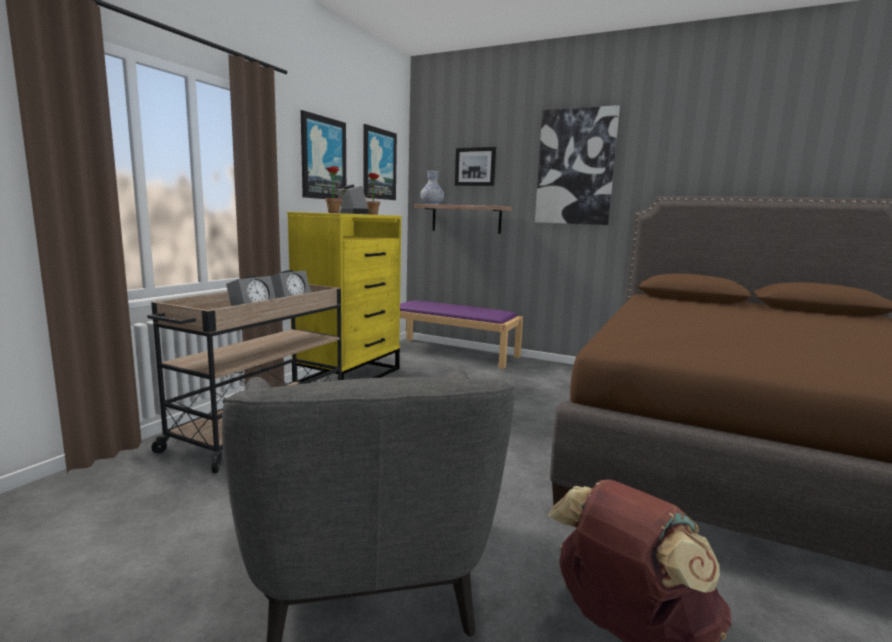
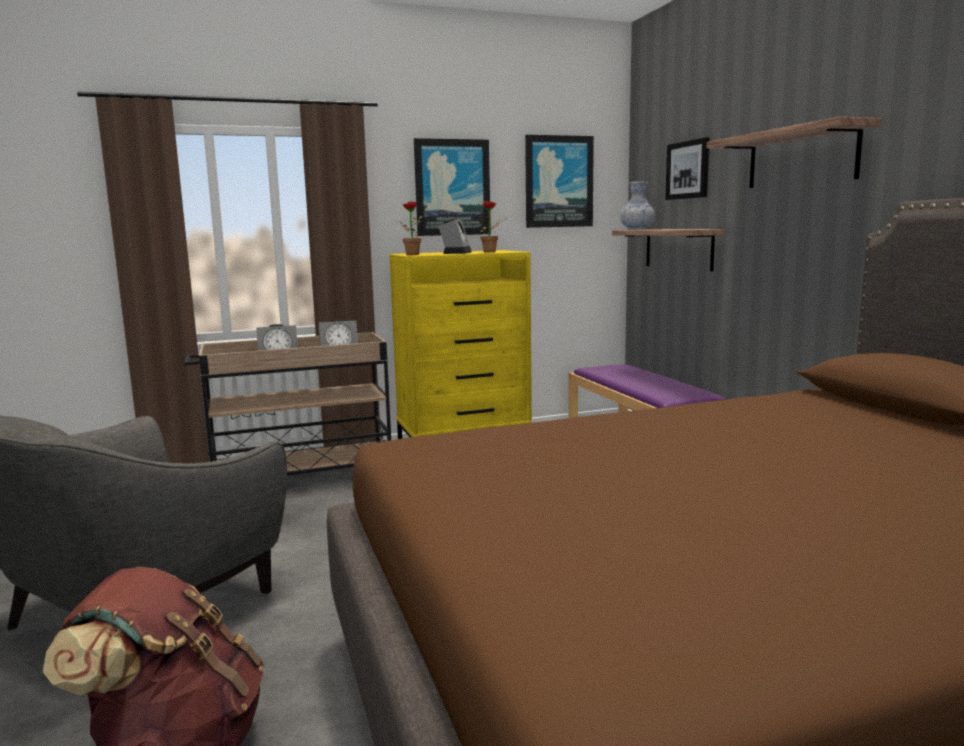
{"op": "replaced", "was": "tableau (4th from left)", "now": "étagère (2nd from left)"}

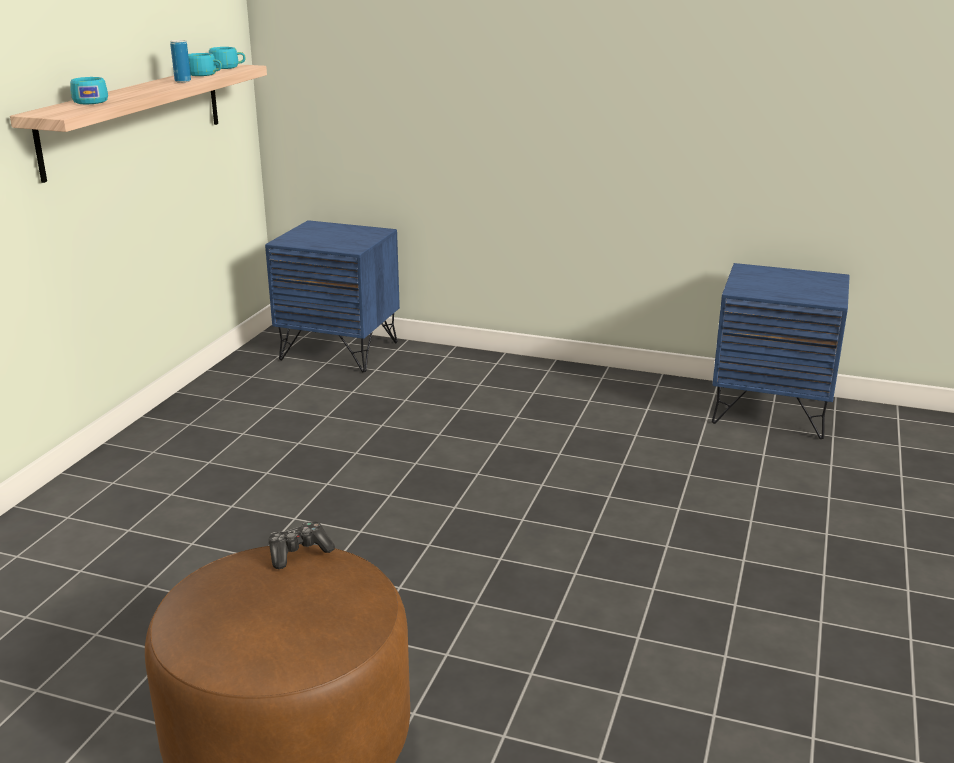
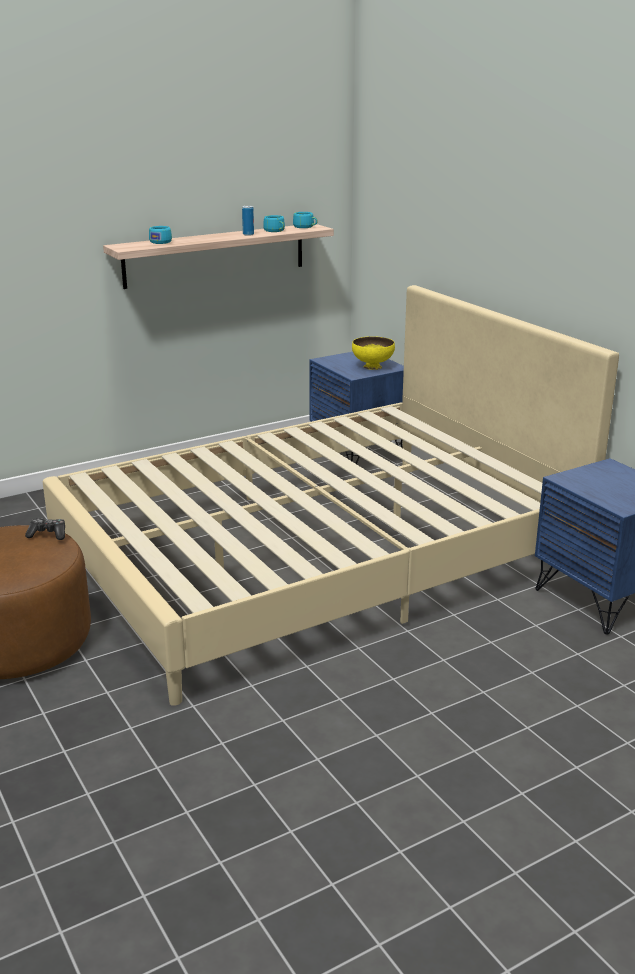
{"op": "added", "now": "lit/beige"}
{"op": "added", "now": "bol/jaune"}

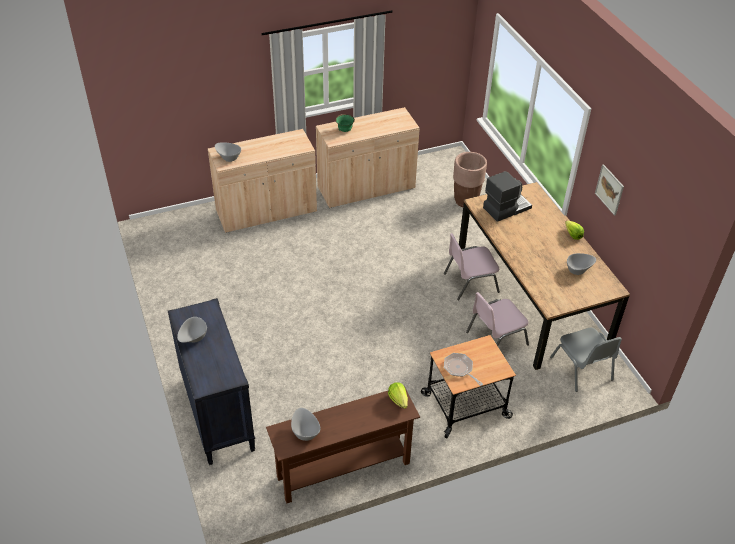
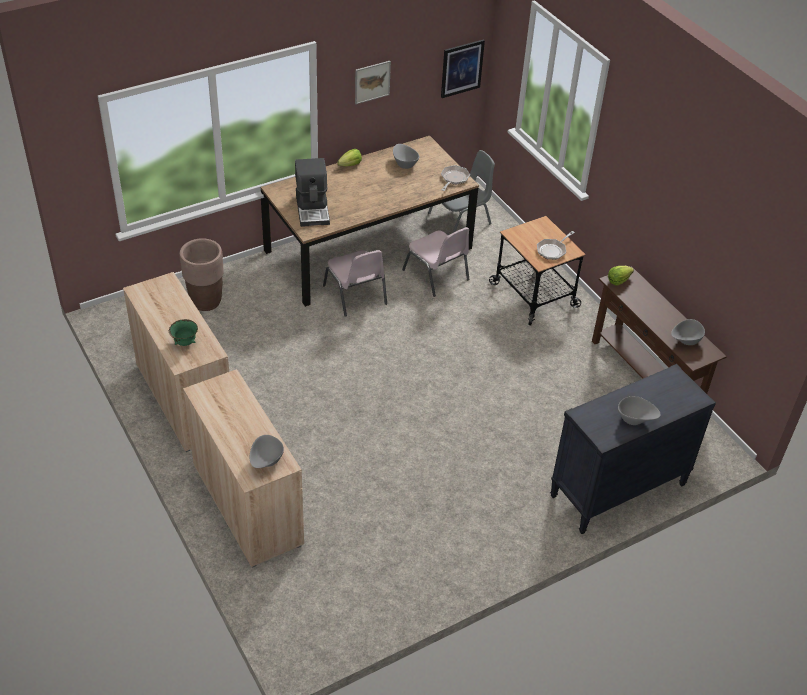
{"op": "turned", "was": "machine à café", "clockwise": -150}
{"op": "added", "now": "tableau (2nd from left)"}
{"op": "added", "now": "poêle (1st from left)"}

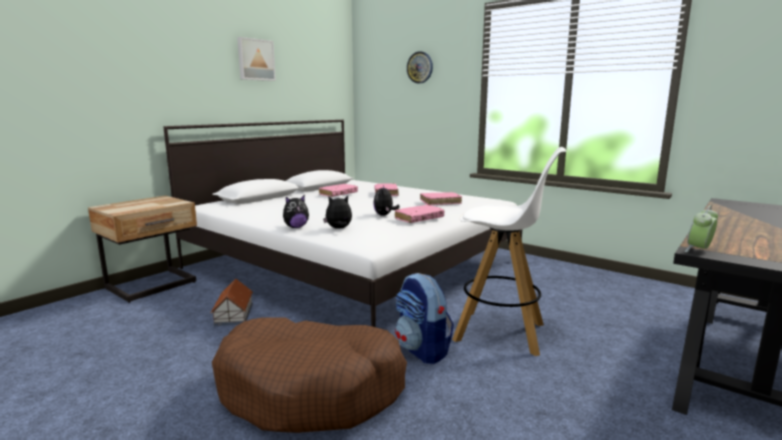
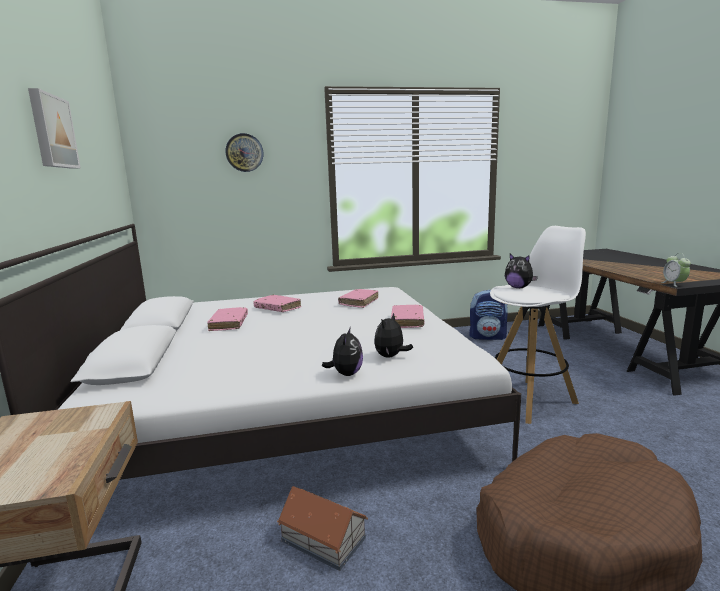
{"op": "moved", "was": "peluche (3rd from left)"}
{"op": "moved", "was": "sac à dos"}

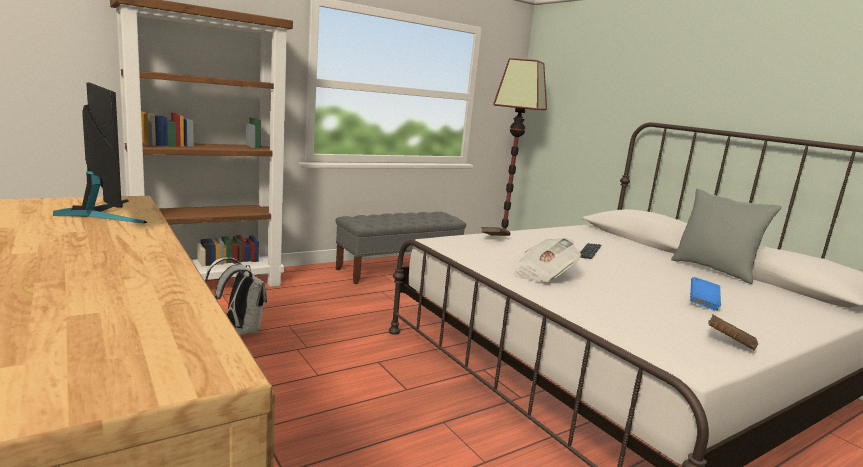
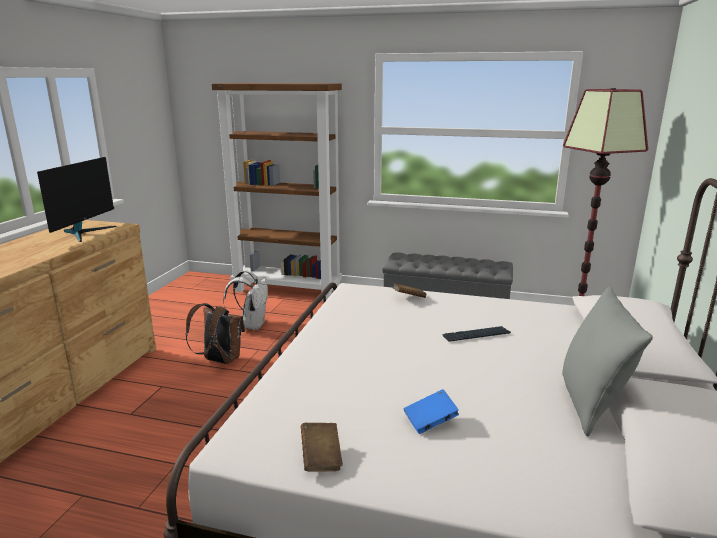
{"op": "removed", "was": "journal"}
{"op": "added", "now": "sac à dos/marron"}

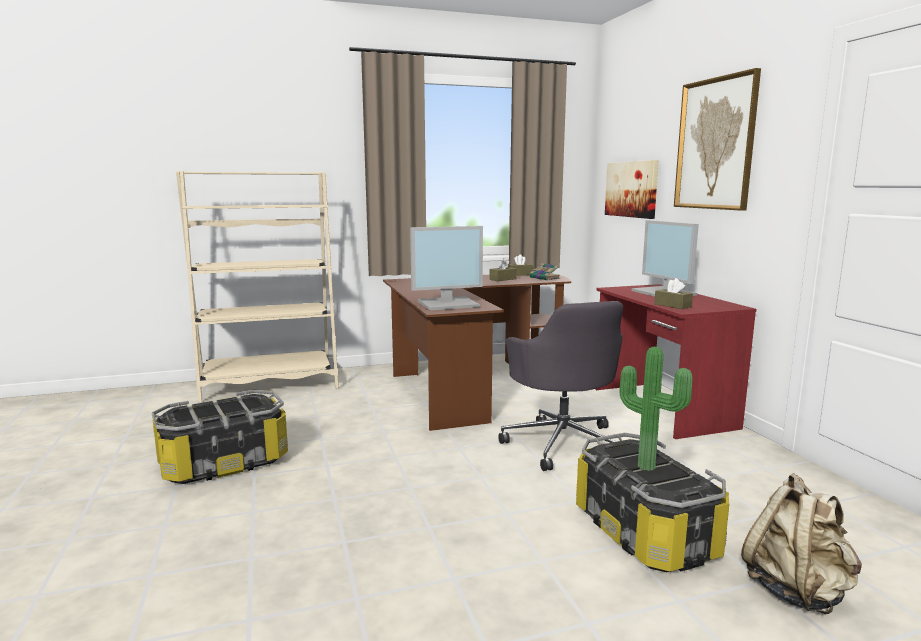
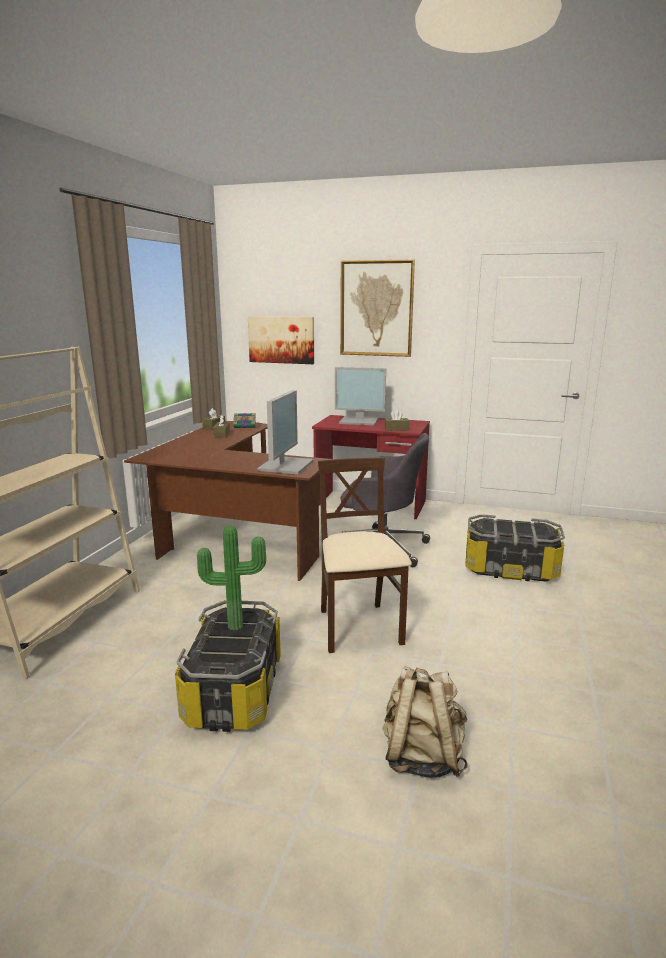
{"op": "moved", "was": "plante en pot"}
{"op": "moved", "was": "sac à dos/beige"}
{"op": "added", "now": "chaise/beige"}

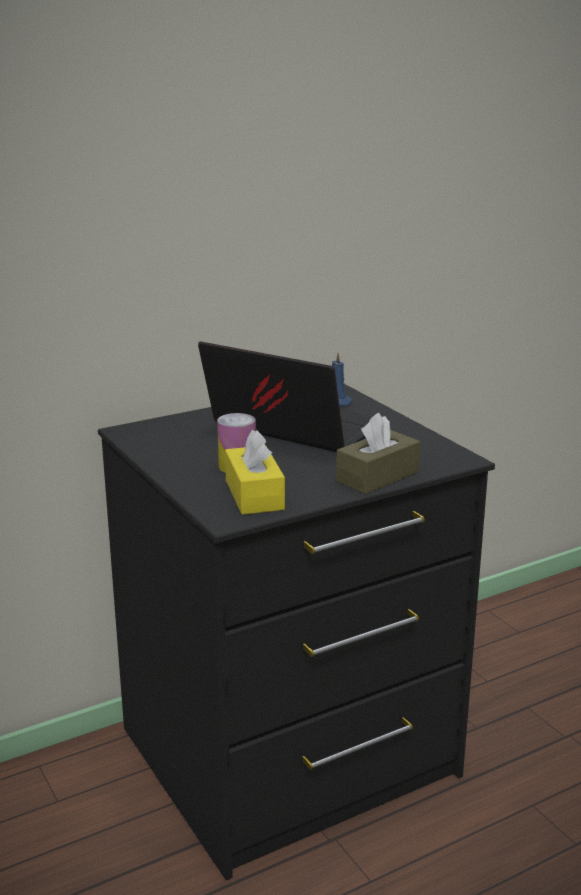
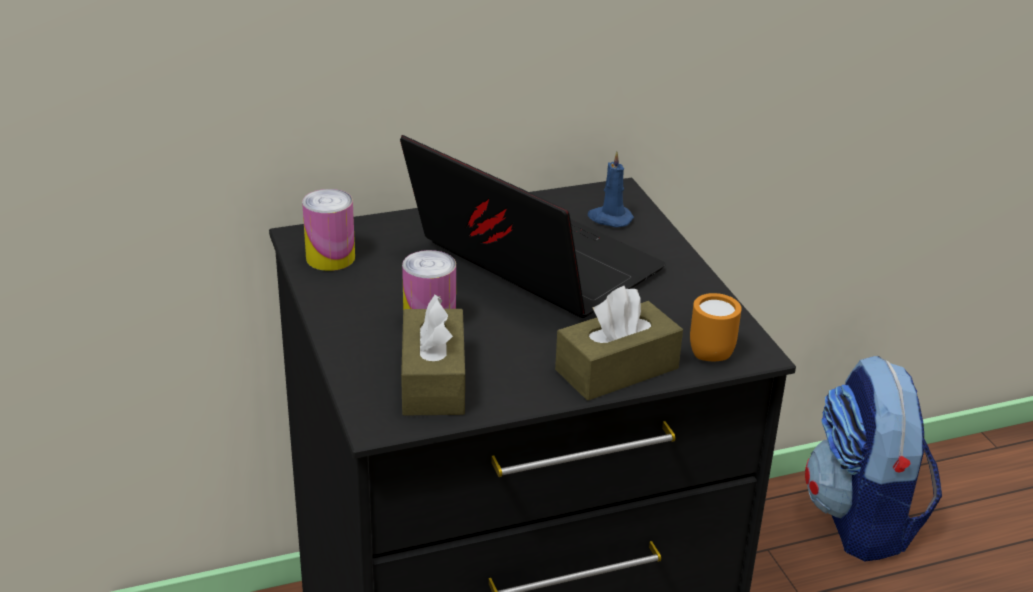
{"op": "recoloured", "was": "boîte à mouchoirs/jaune", "now": "boîte à mouchoirs/marron (1st from left)"}
{"op": "added", "now": "boîte métallique (1st from left)"}
{"op": "added", "now": "mug/orange"}
{"op": "added", "now": "sac à dos"}

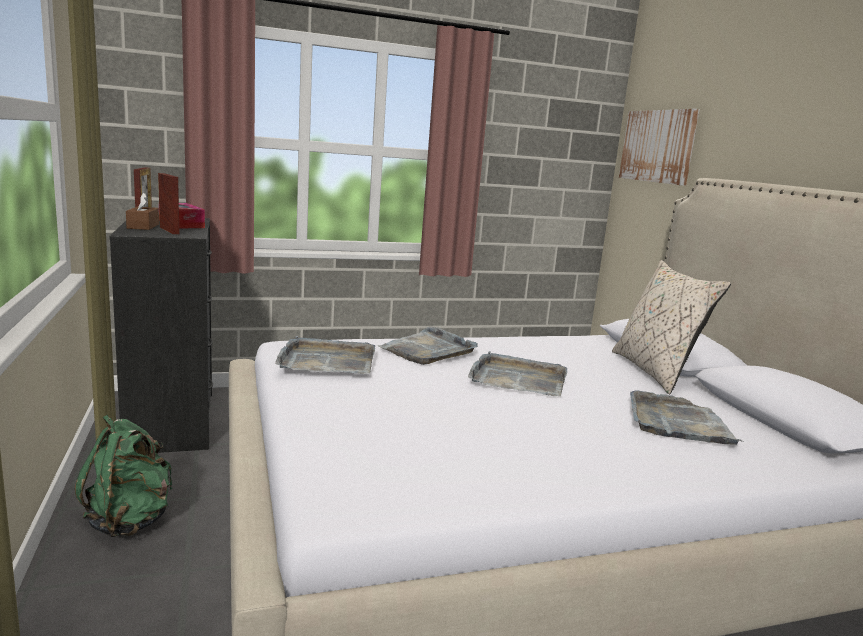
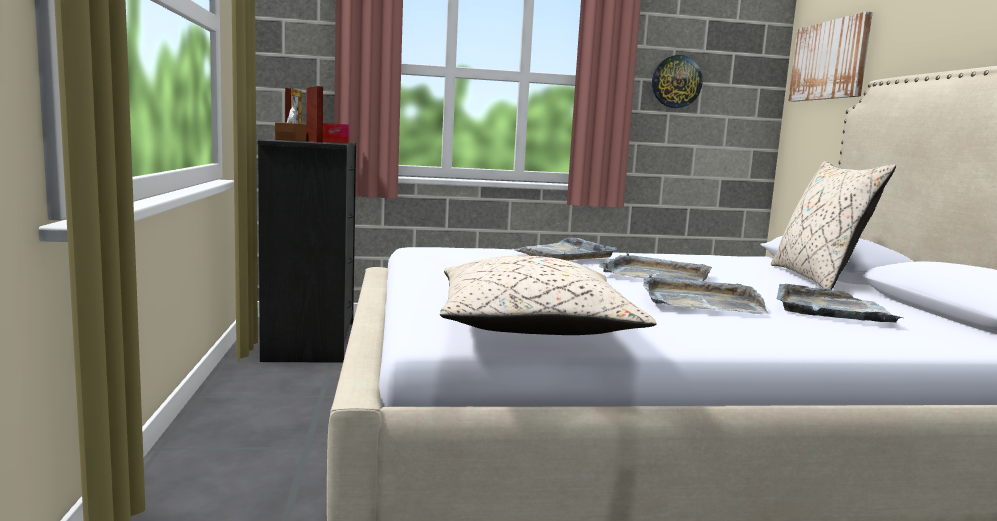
{"op": "moved", "was": "plateau/gris (1st from left in the first image)", "now": "plateau/gris (3rd from left)"}
{"op": "removed", "was": "sac à dos/vert"}
{"op": "added", "now": "horloge murale"}
{"op": "added", "now": "coussin/beige (1st from left)"}

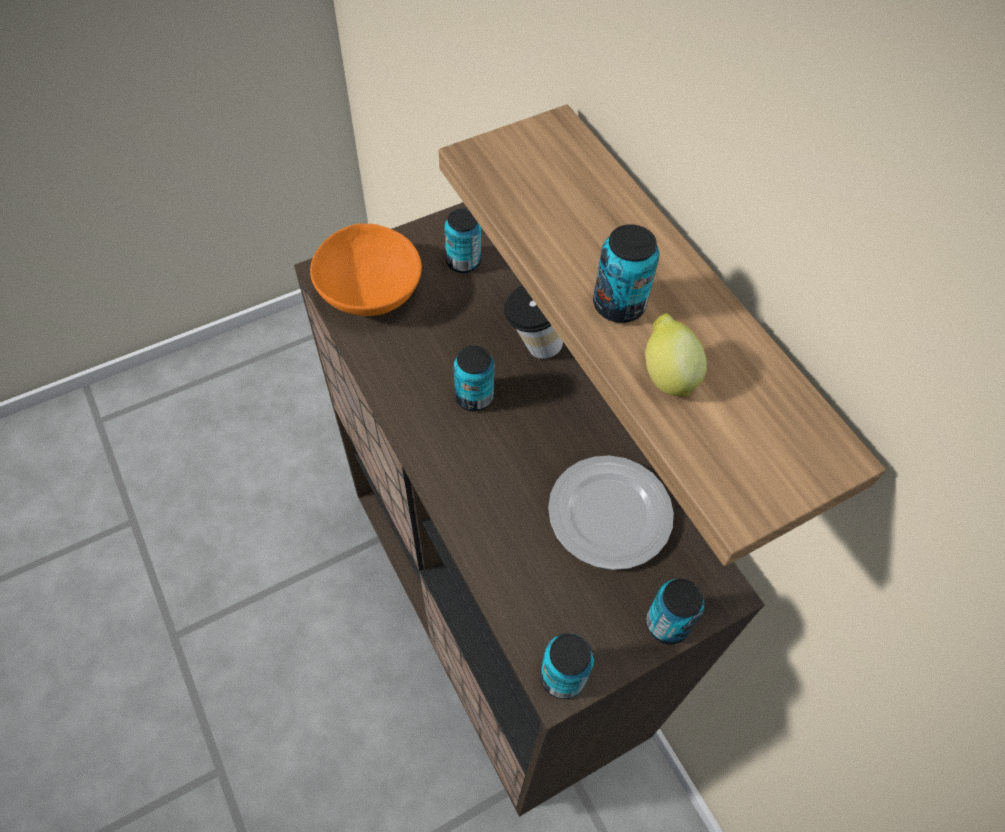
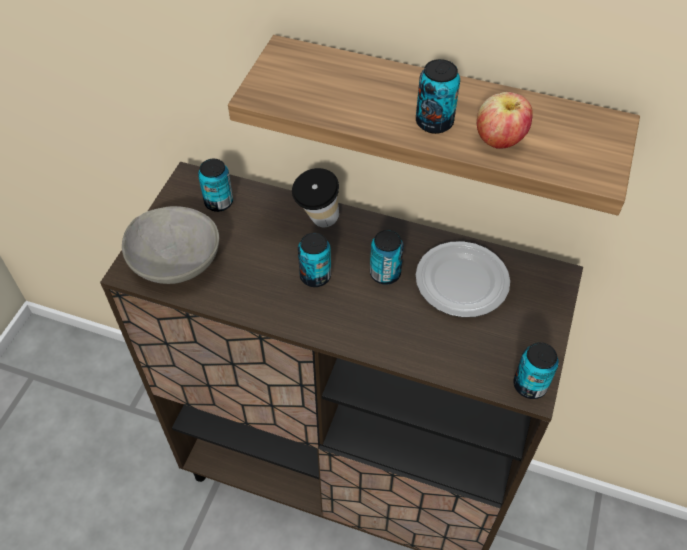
{"op": "recoloured", "was": "bol/orange", "now": "bol/gris"}
{"op": "replaced", "was": "citron", "now": "pomme"}
{"op": "moved", "was": "boîte métallique (5th from left in the first image)", "now": "boîte métallique (3rd from left)"}

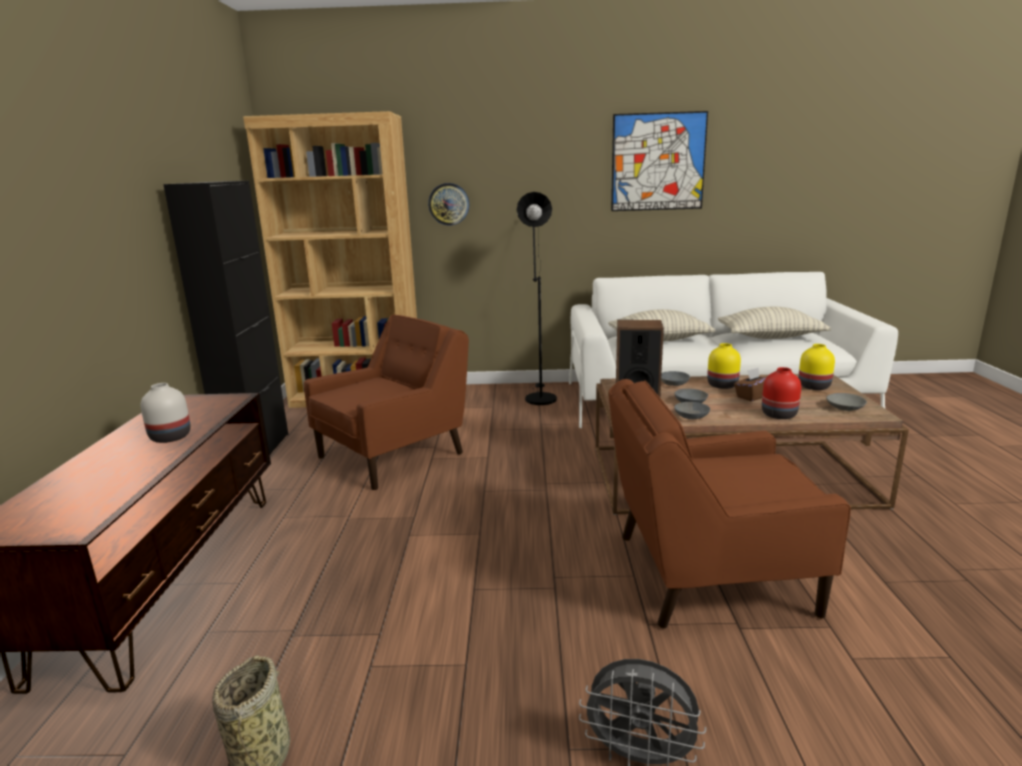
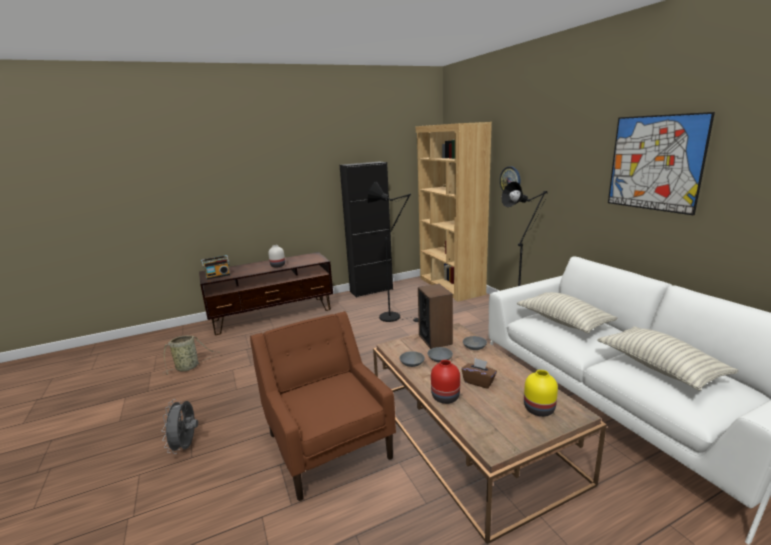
{"op": "replaced", "was": "fauteuil/marron (1st from left)", "now": "lampadaire/noir (1st from left)"}
{"op": "removed", "was": "vase/jaune (1st from left)"}
{"op": "removed", "was": "bol/gris (4th from left)"}
{"op": "added", "now": "radio"}

